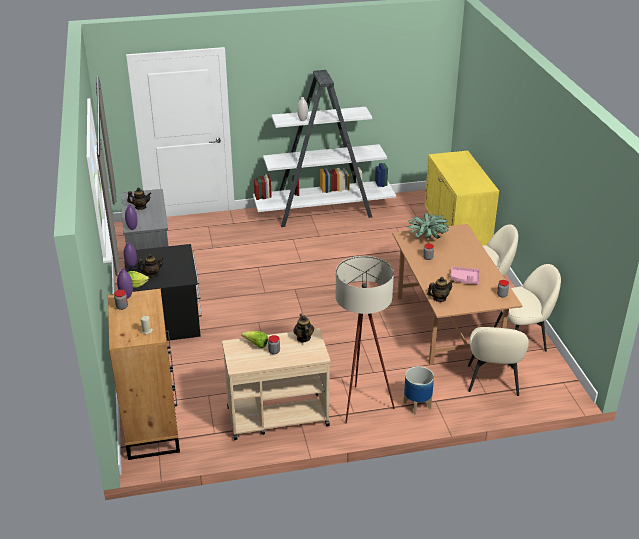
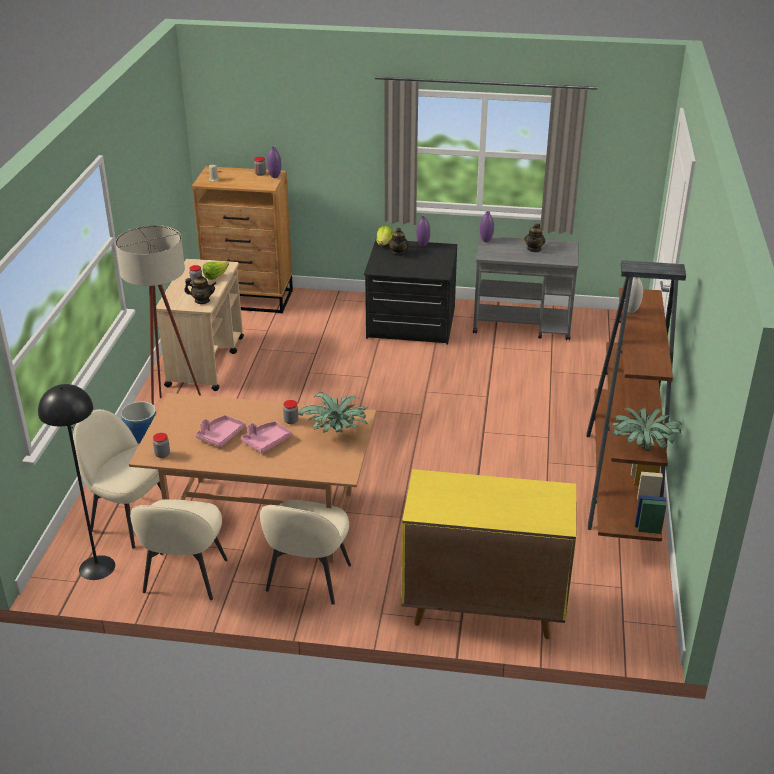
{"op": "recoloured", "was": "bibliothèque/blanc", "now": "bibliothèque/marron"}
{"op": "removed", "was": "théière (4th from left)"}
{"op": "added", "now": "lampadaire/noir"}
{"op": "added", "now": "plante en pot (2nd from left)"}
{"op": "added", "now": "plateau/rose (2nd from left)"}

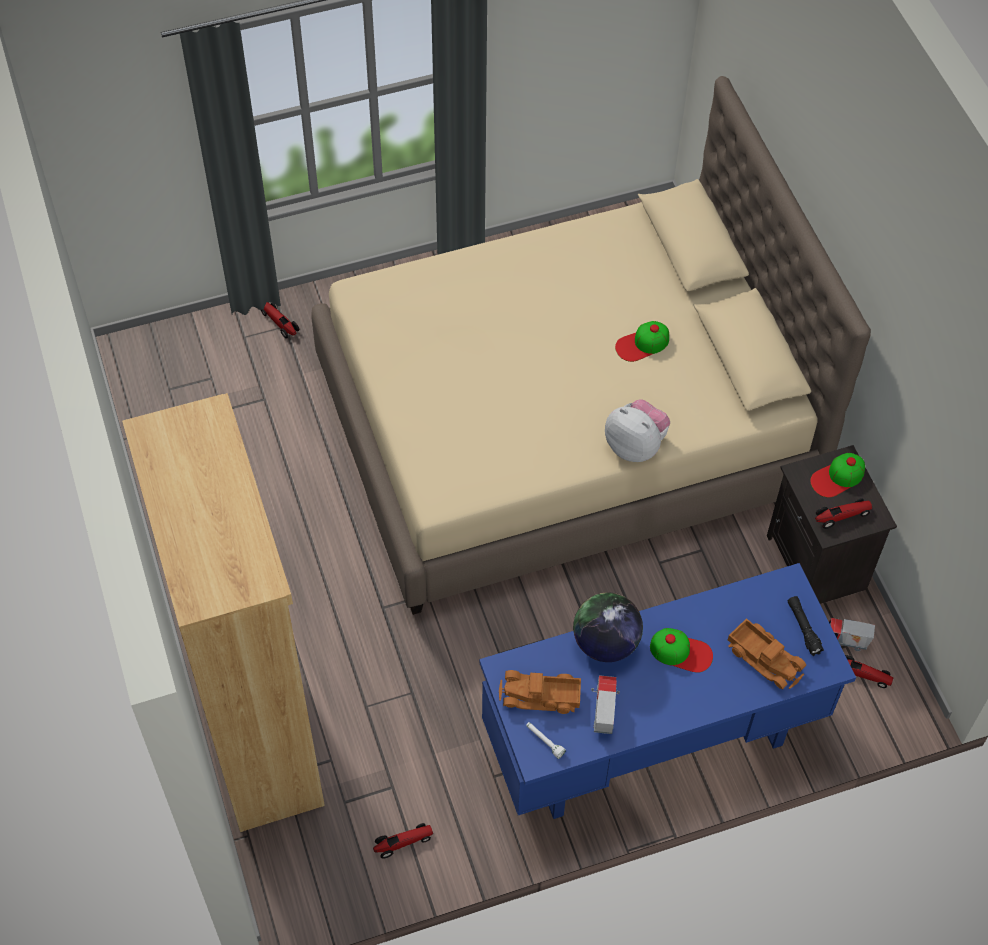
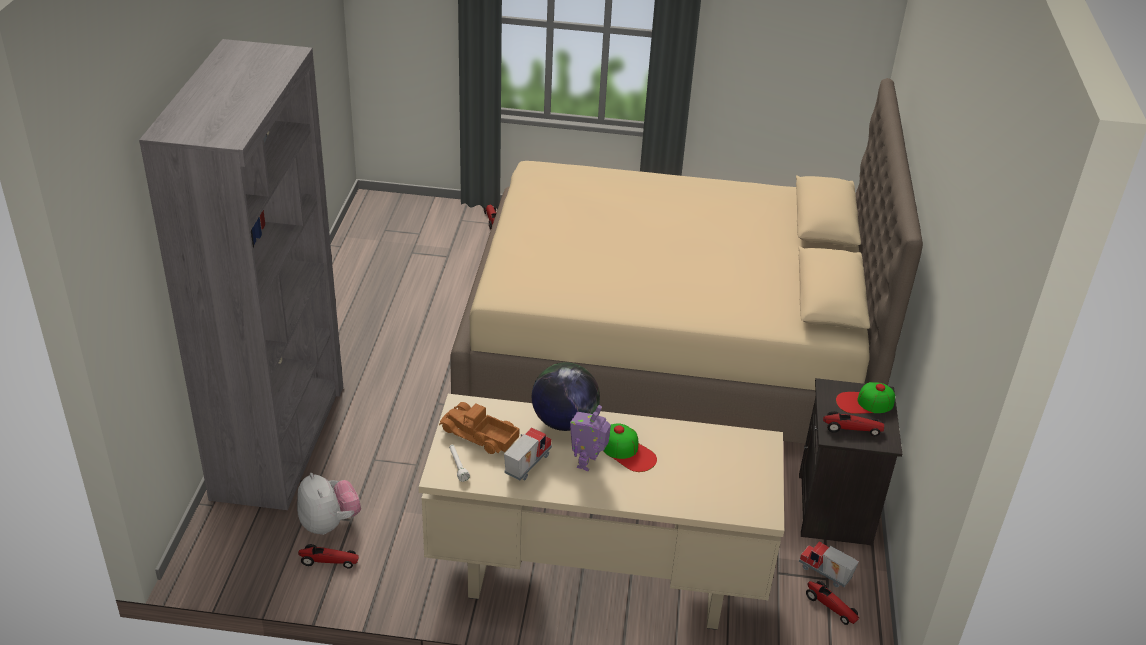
{"op": "removed", "was": "casquette (1st from left)"}
{"op": "recoloured", "was": "bibliothèque/marron", "now": "bibliothèque/gris"}
{"op": "moved", "was": "peluche"}
{"op": "recoloured", "was": "bureau/bleu", "now": "bureau/beige"}
{"op": "removed", "was": "lampe de poche/noir"}
{"op": "removed", "was": "camion jouet (3rd from left)"}
{"op": "added", "now": "robot jouet"}

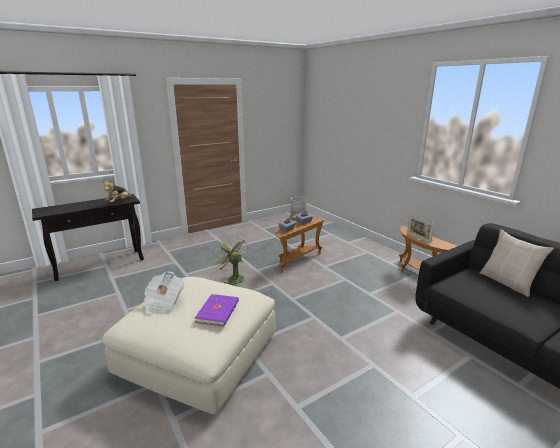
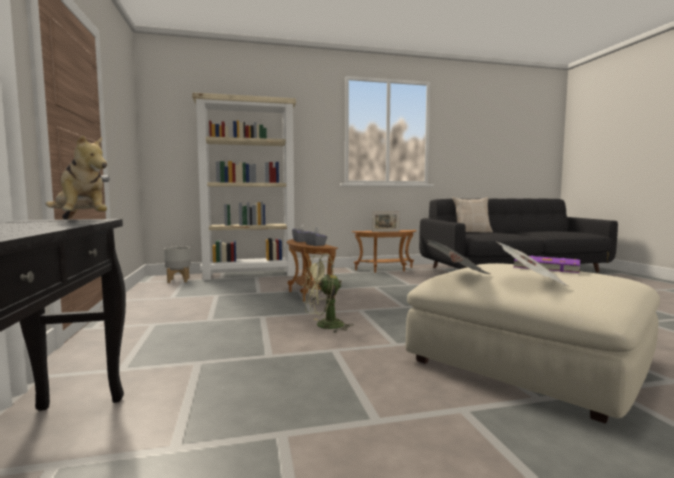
{"op": "added", "now": "bibliothèque/beige"}
{"op": "added", "now": "journal (1st from left)"}

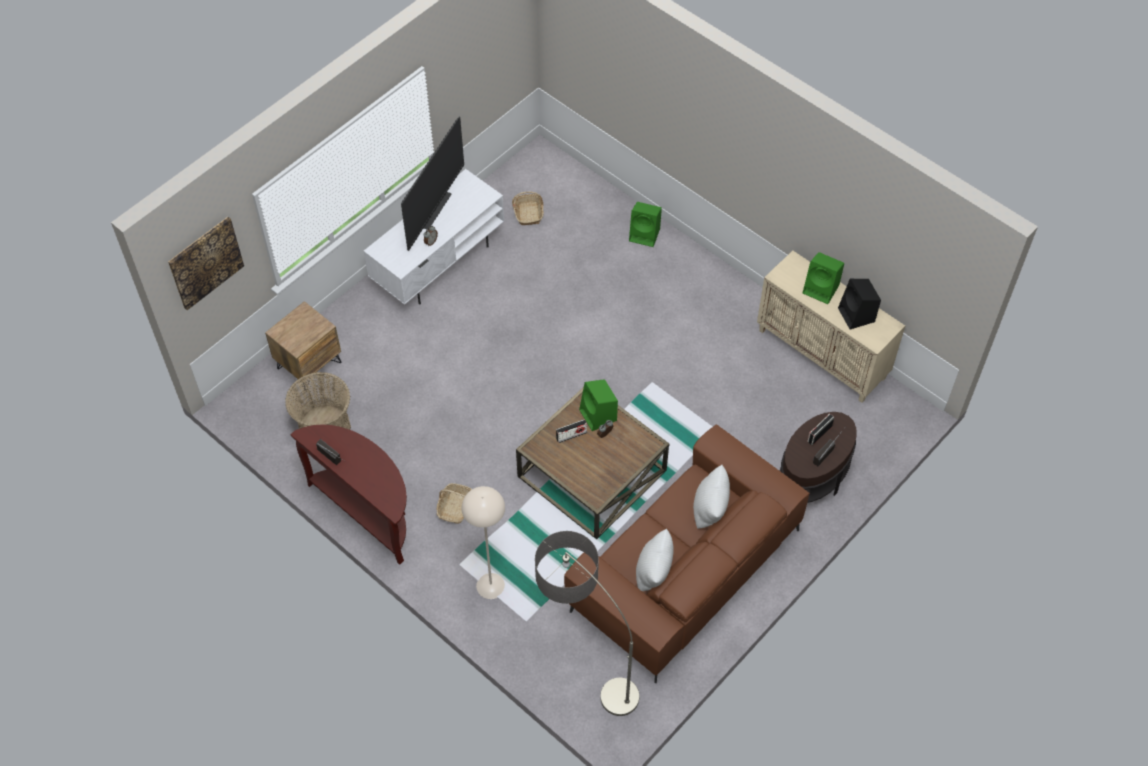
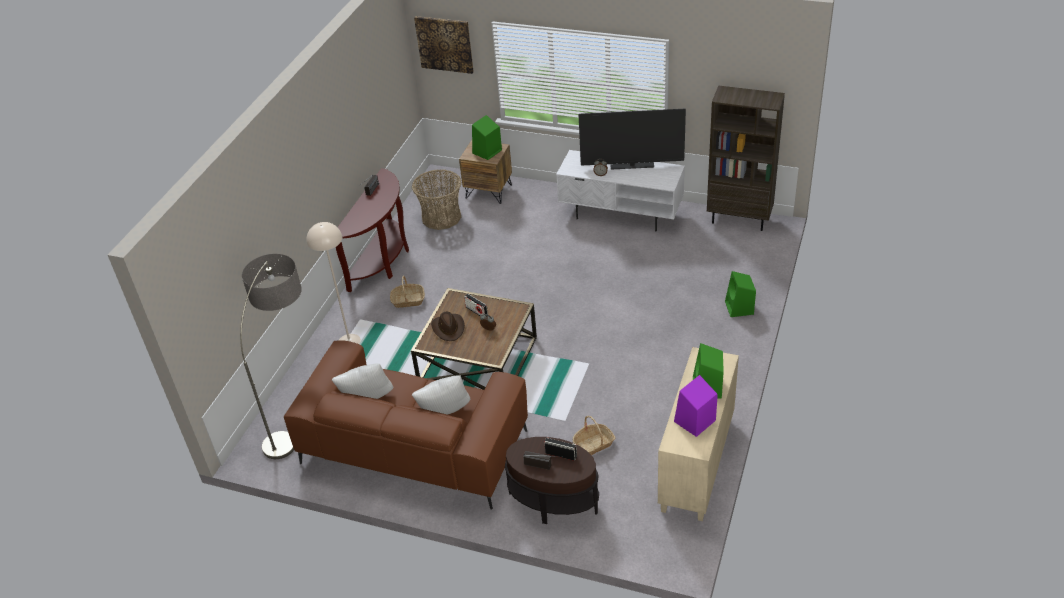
{"op": "moved", "was": "panier (3rd from left)"}
{"op": "recoloured", "was": "enceinte/noir", "now": "enceinte/violet"}
{"op": "moved", "was": "enceinte/vert (1st from left)"}
{"op": "added", "now": "bibliothèque/marron"}
{"op": "added", "now": "chapeau/marron"}

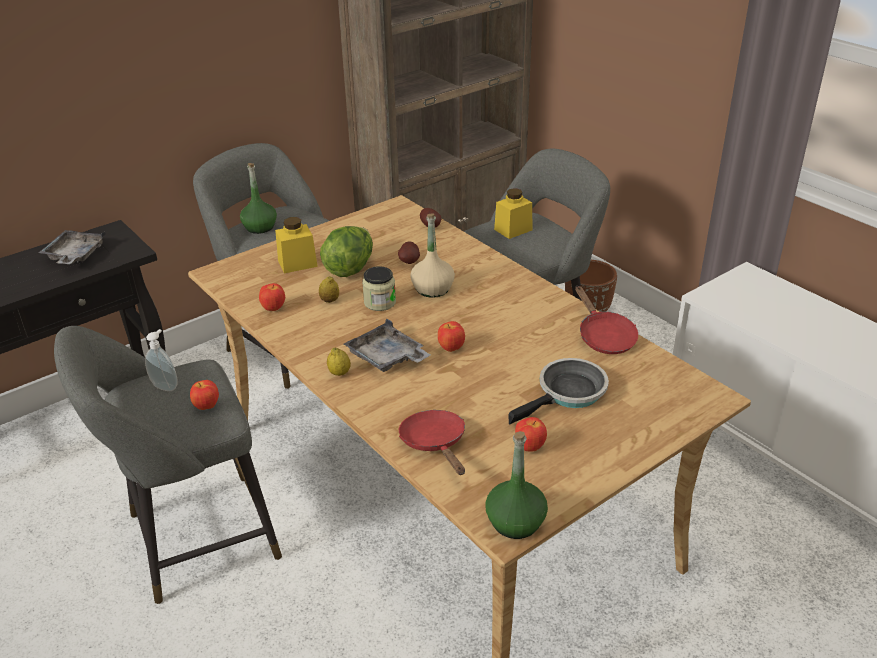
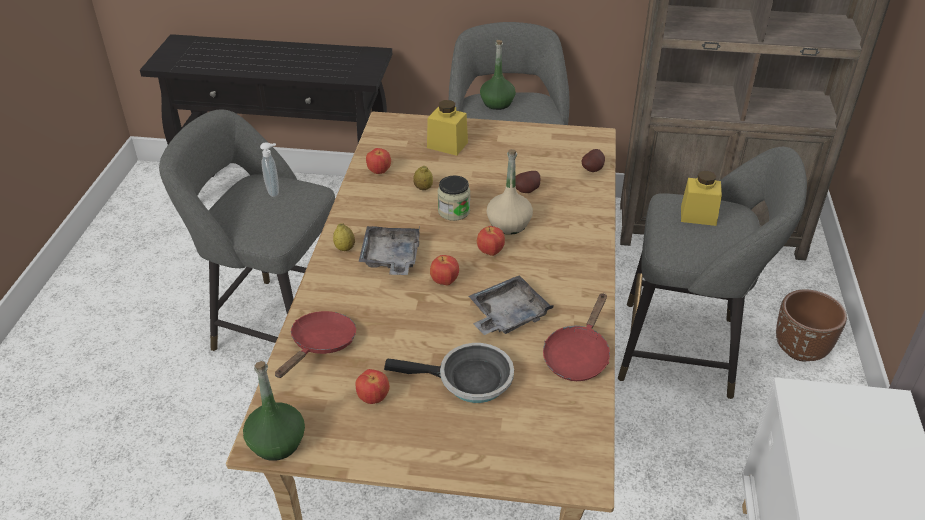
{"op": "removed", "was": "laitue"}
{"op": "moved", "was": "plateau/gris (1st from left in the first image)", "now": "plateau/gris (2nd from left)"}
{"op": "moved", "was": "pomme (1st from left in the first image)", "now": "pomme (4th from left)"}

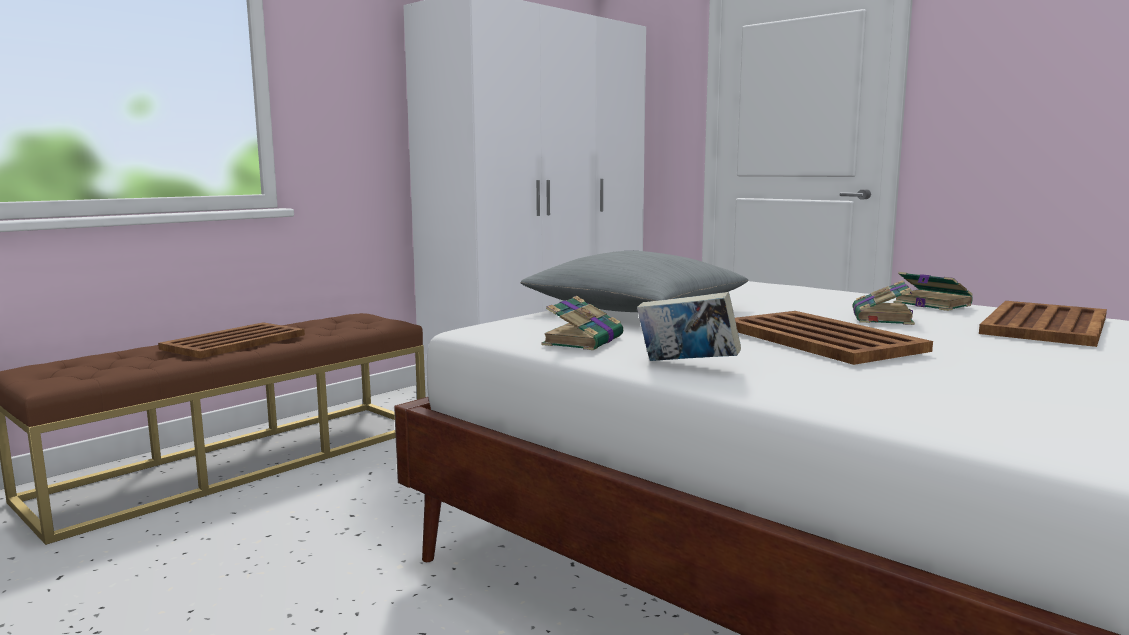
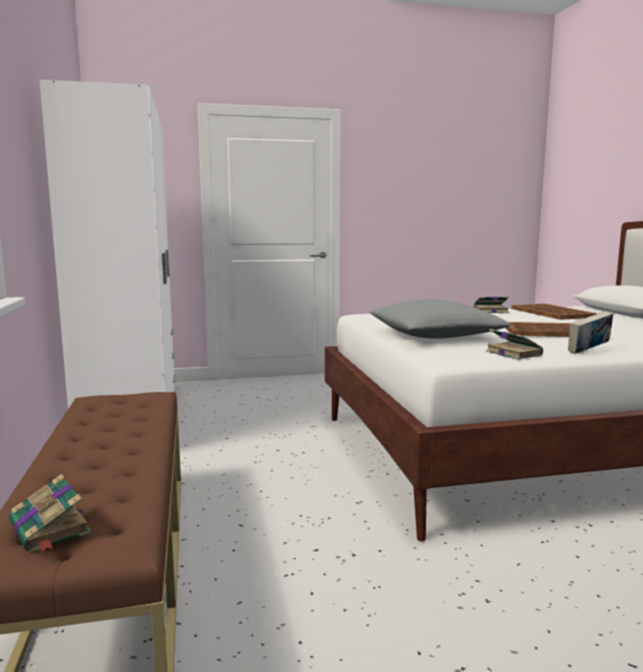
{"op": "moved", "was": "livre (3rd from left in the first image)", "now": "livre (1st from left)"}
{"op": "removed", "was": "plateau/marron (1st from left)"}

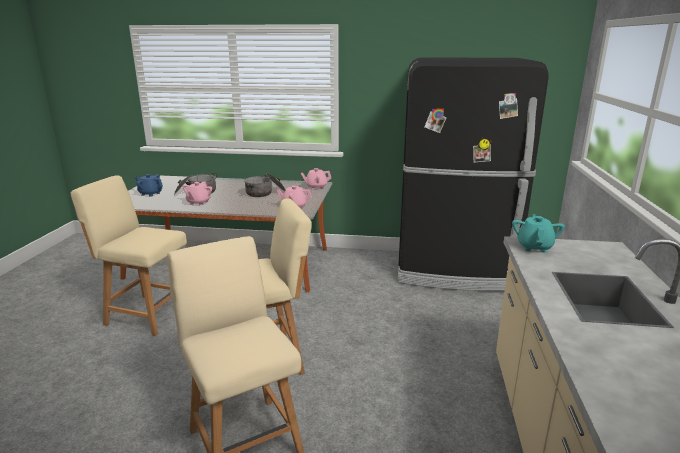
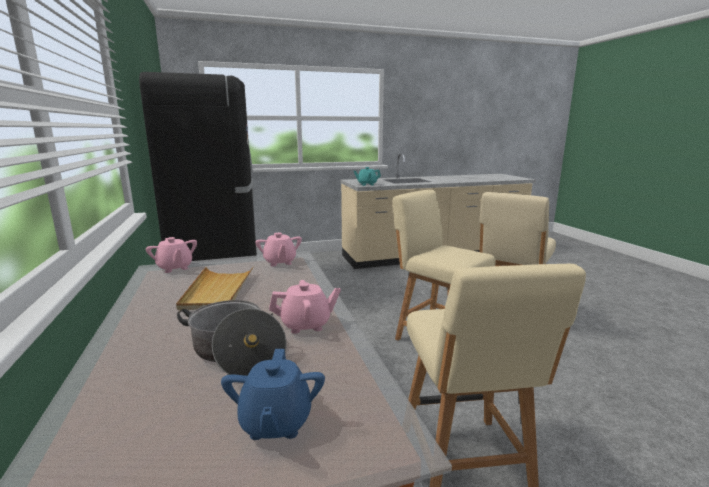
{"op": "replaced", "was": "marmite (2nd from left)", "now": "plateau/beige"}

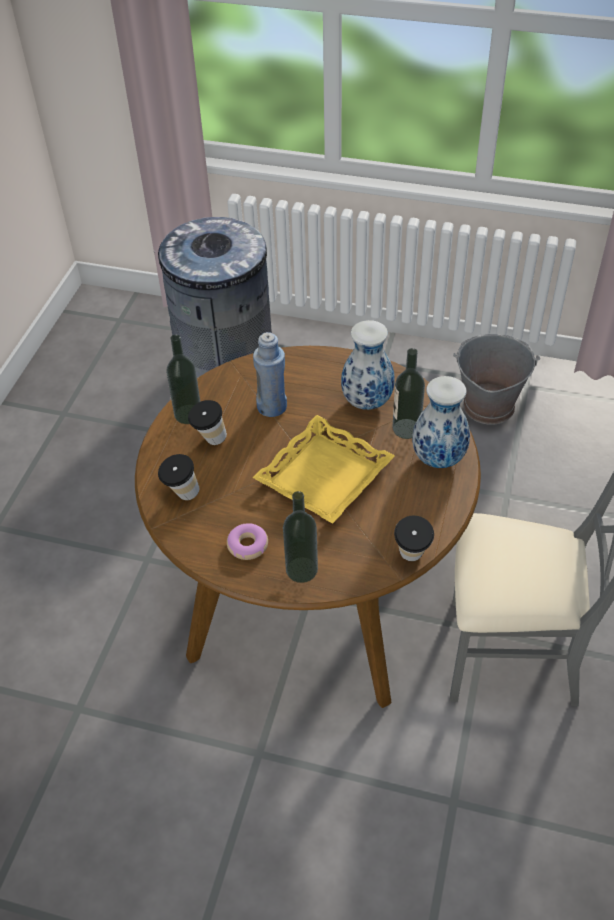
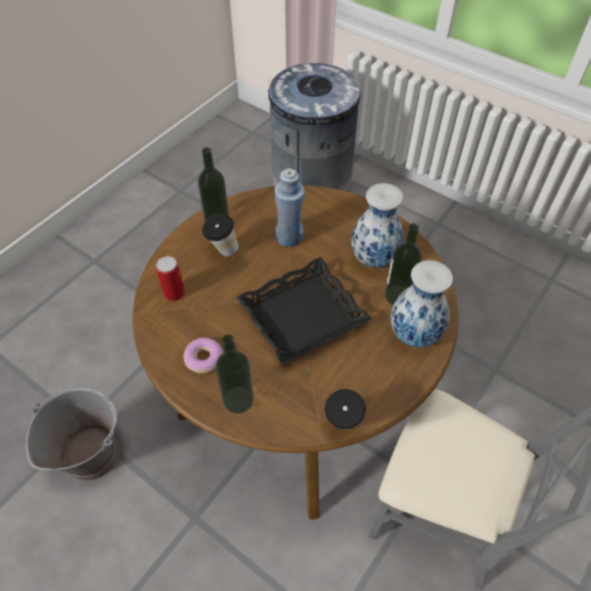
{"op": "moved", "was": "seau/gris"}
{"op": "recoloured", "was": "plateau/jaune", "now": "plateau/noir"}
{"op": "replaced", "was": "tasse (1st from left)", "now": "boîte métallique"}

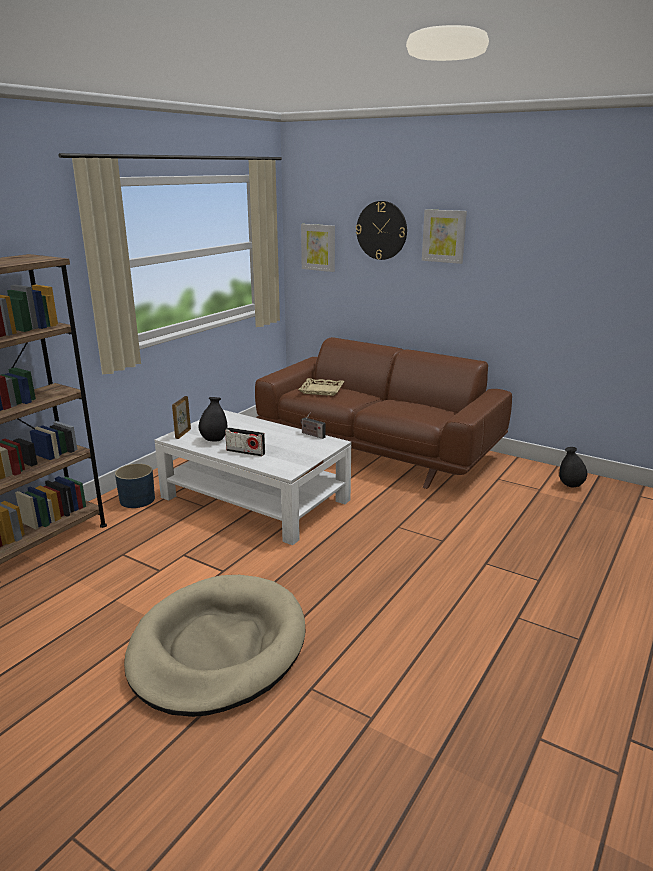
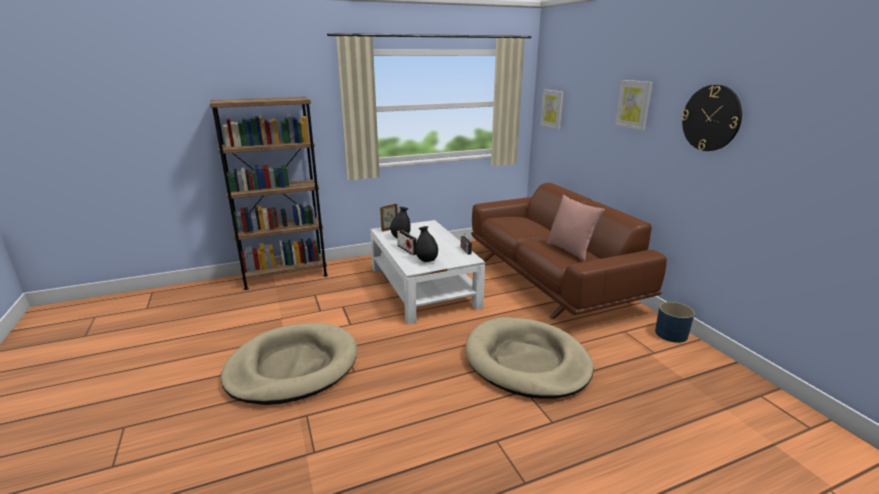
{"op": "moved", "was": "horloge murale"}
{"op": "removed", "was": "plateau/beige"}
{"op": "moved", "was": "vase/noir (2nd from left)"}
{"op": "moved", "was": "cache-pot/bleu"}
{"op": "added", "now": "coussin/rose"}
{"op": "added", "now": "panier pour chien/beige (2nd from left)"}

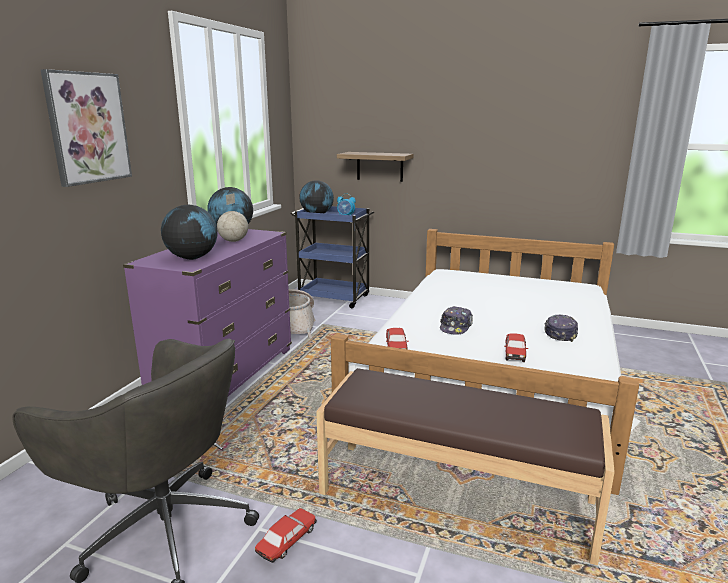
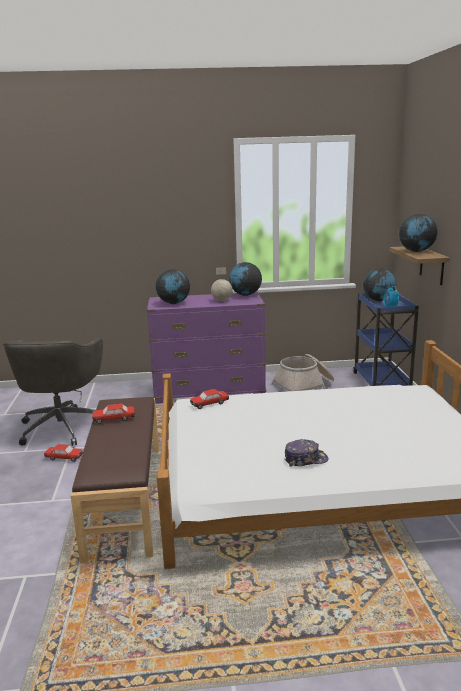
{"op": "removed", "was": "tableau"}
{"op": "removed", "was": "casquette (1st from left)"}
{"op": "moved", "was": "petite voiture (3rd from left in the first image)", "now": "petite voiture (2nd from left)"}
{"op": "added", "now": "globe (5th from left)"}

